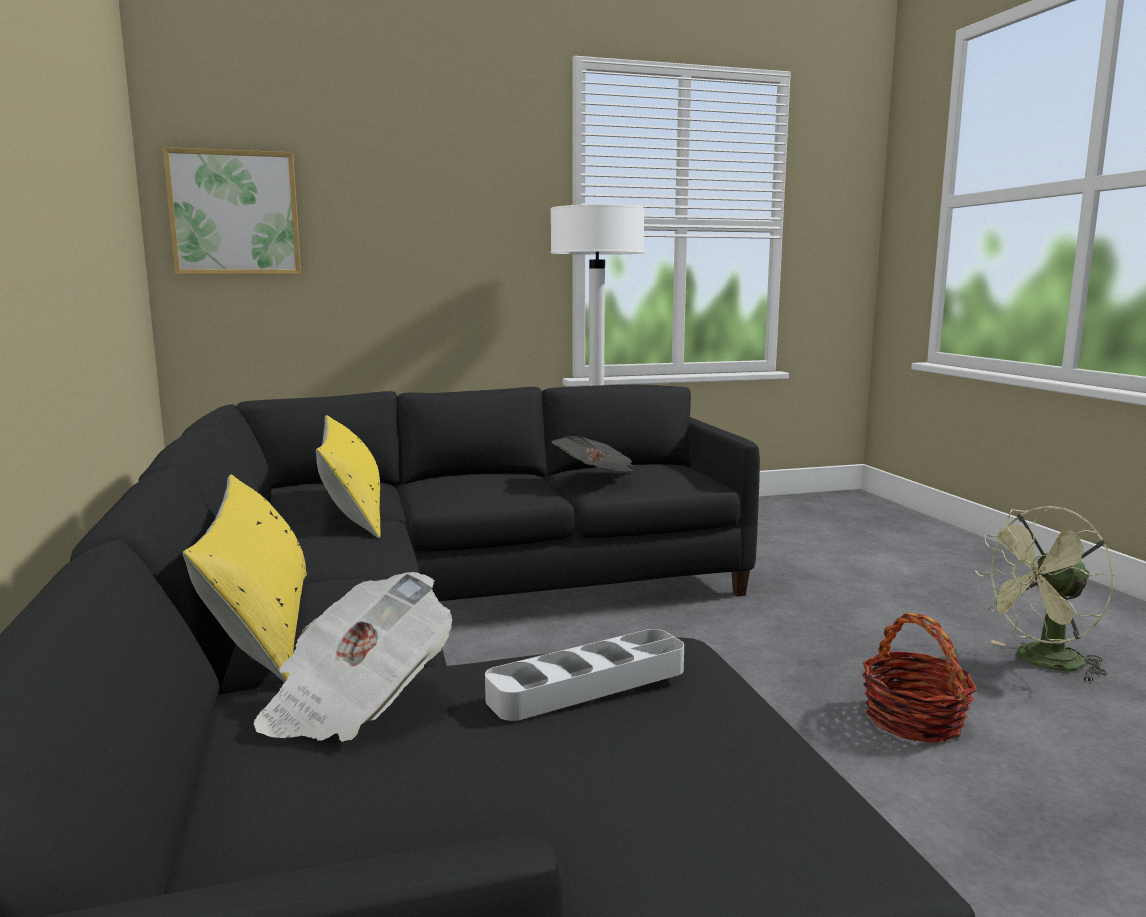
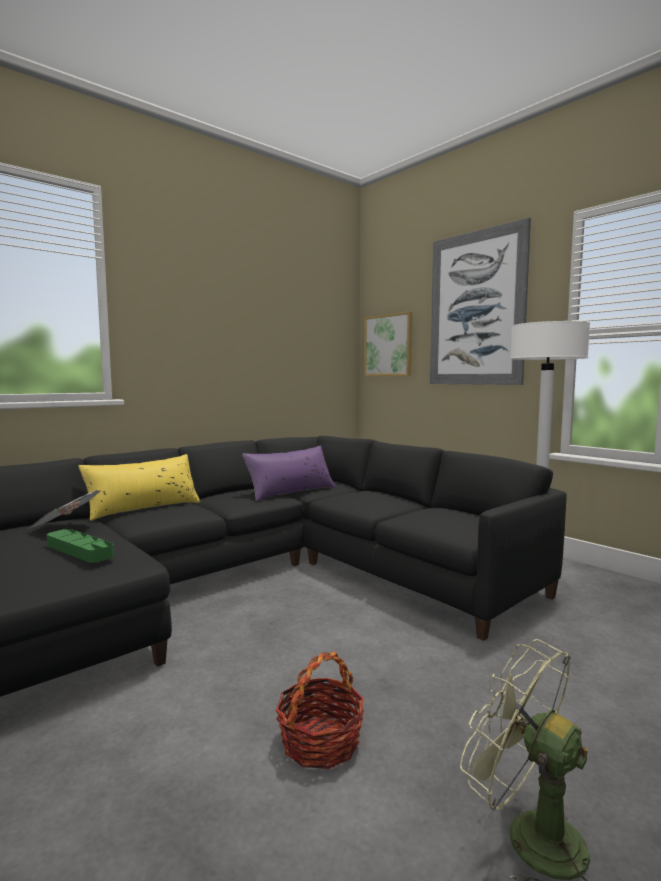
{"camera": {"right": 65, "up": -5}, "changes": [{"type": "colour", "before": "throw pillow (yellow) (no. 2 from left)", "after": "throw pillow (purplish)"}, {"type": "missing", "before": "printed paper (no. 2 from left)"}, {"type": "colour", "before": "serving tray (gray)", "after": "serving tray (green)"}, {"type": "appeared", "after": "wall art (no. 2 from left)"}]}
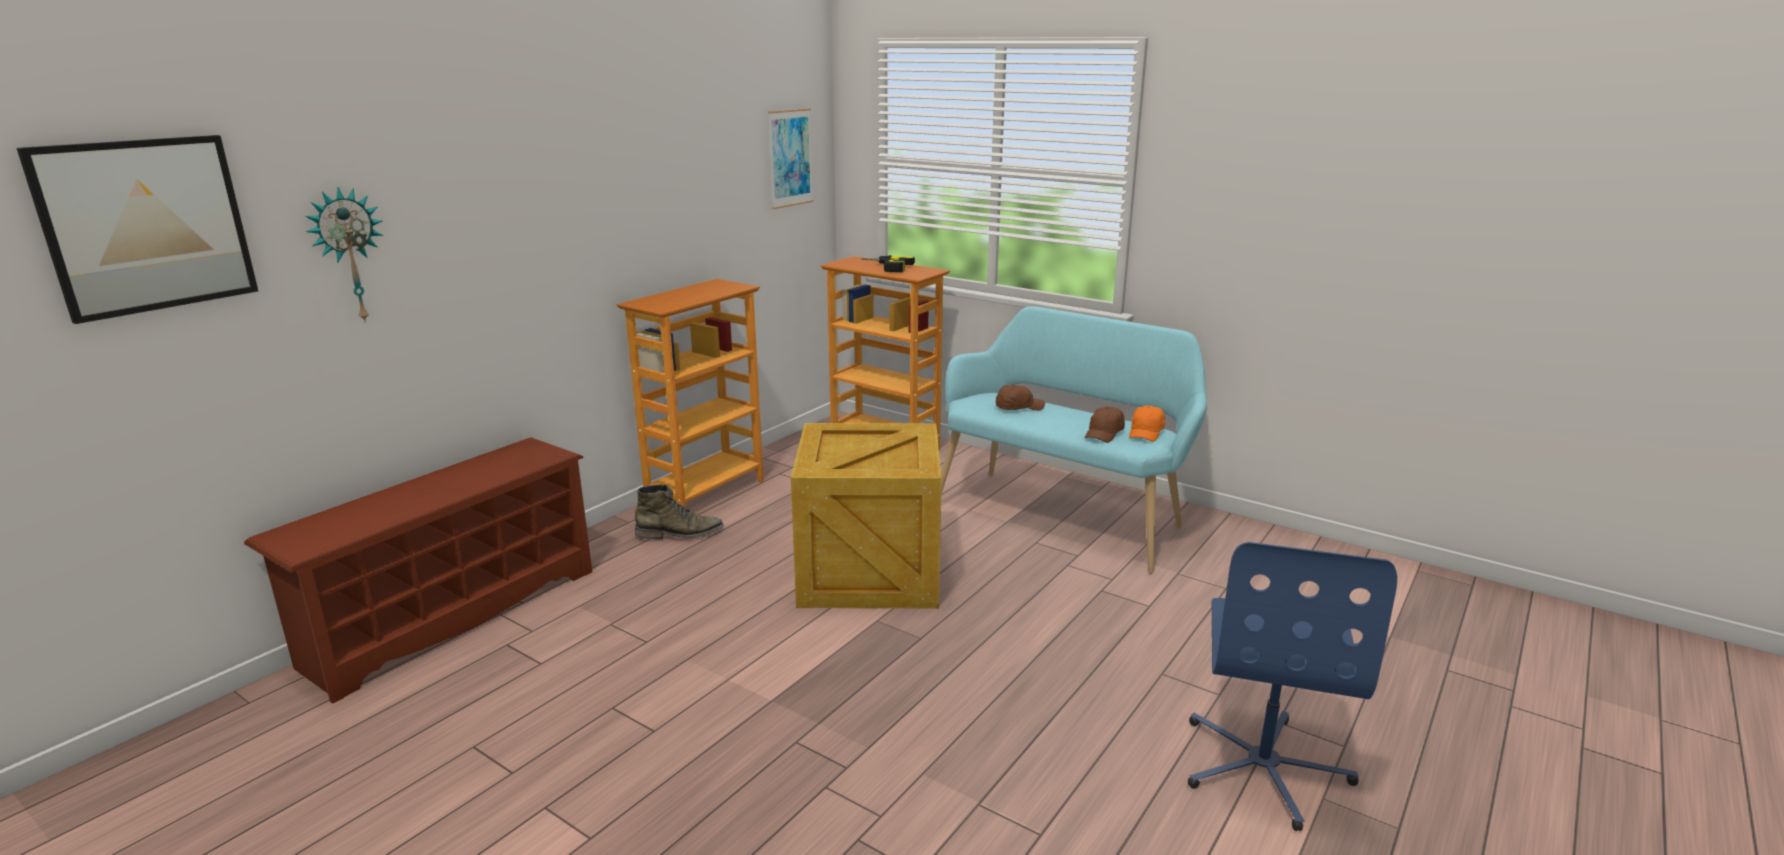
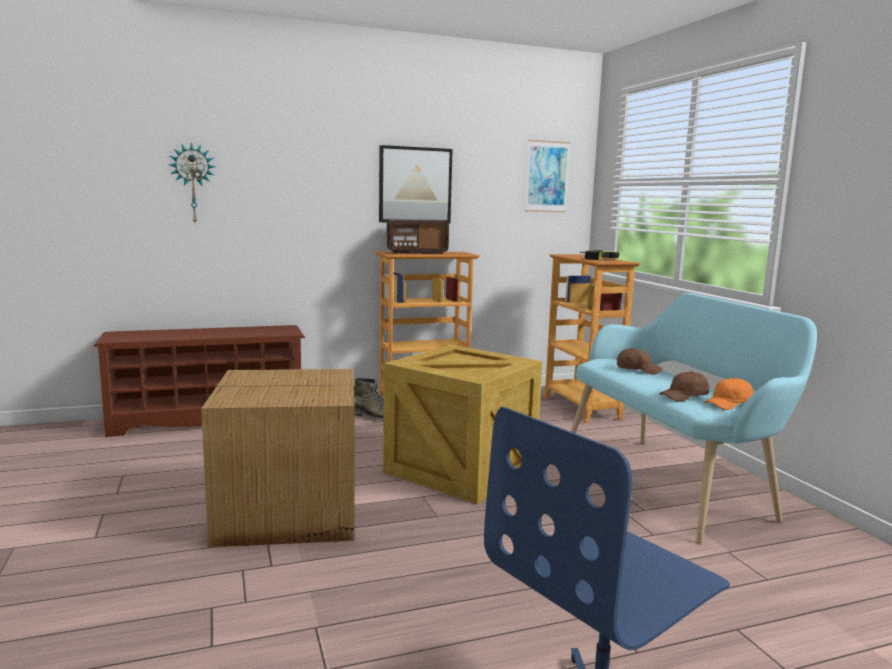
{"camera": {"right": 35, "up": -10}, "changes": [{"type": "relocated", "before": "wall art (no. 1 from left)"}, {"type": "appeared", "after": "radio receiver"}, {"type": "appeared", "after": "cardboard box"}]}
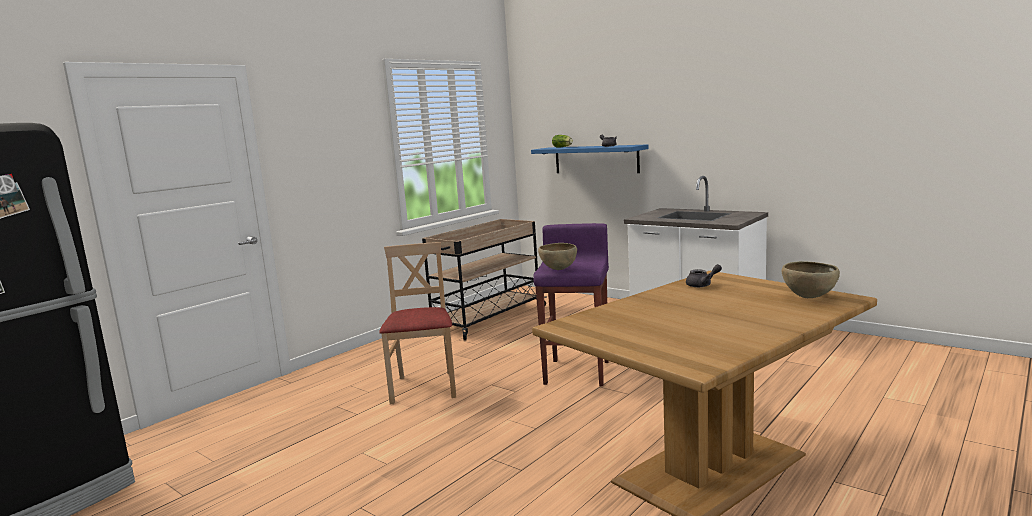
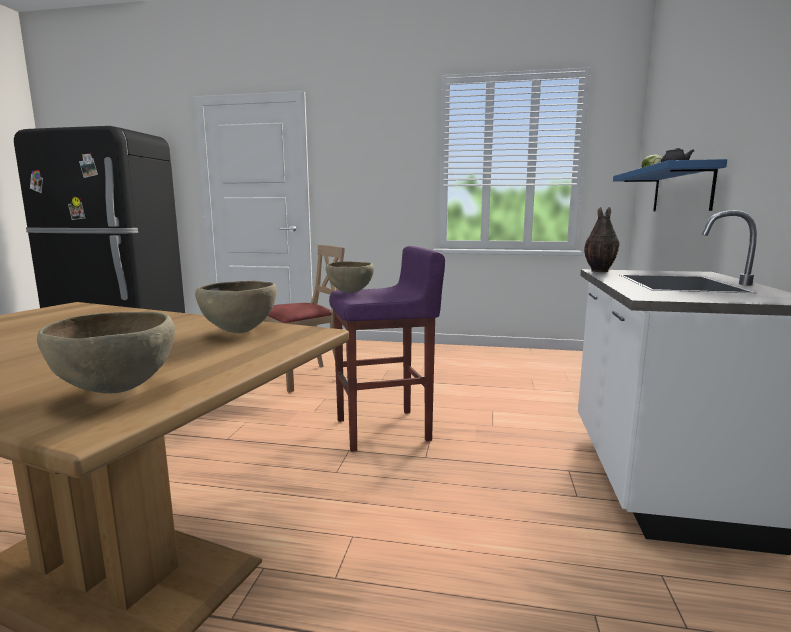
{"camera": {"right": 60, "up": 0}, "changes": [{"type": "missing", "before": "trolley (sand-coloured)"}, {"type": "exchanged", "before": "pot for tea (gray) (no. 2 from left)", "after": "bowl (brown) (no. 2 from left)"}, {"type": "appeared", "after": "decorative vase"}]}
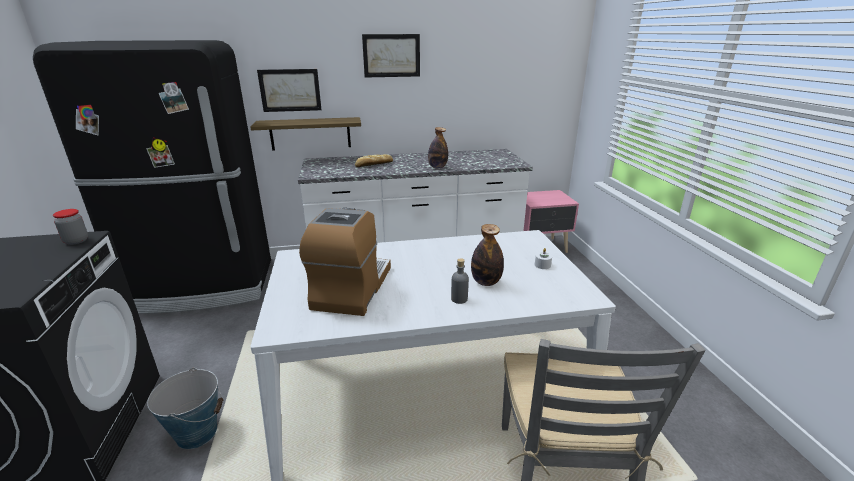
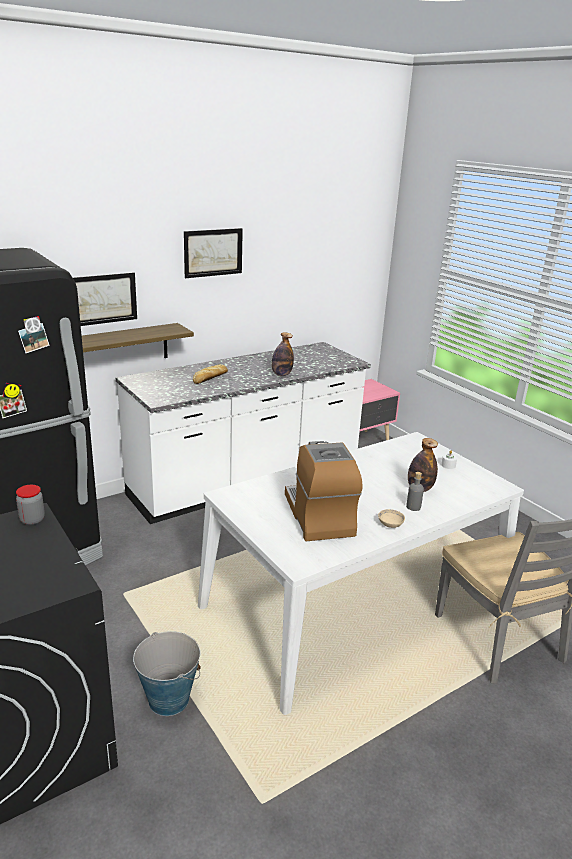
{"camera": {"right": -25, "up": 0}, "changes": [{"type": "appeared", "after": "bowl (sand-coloured)"}]}
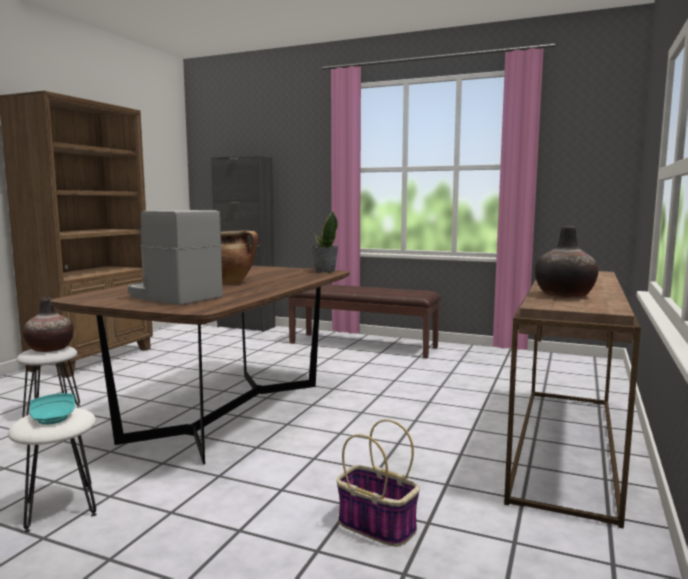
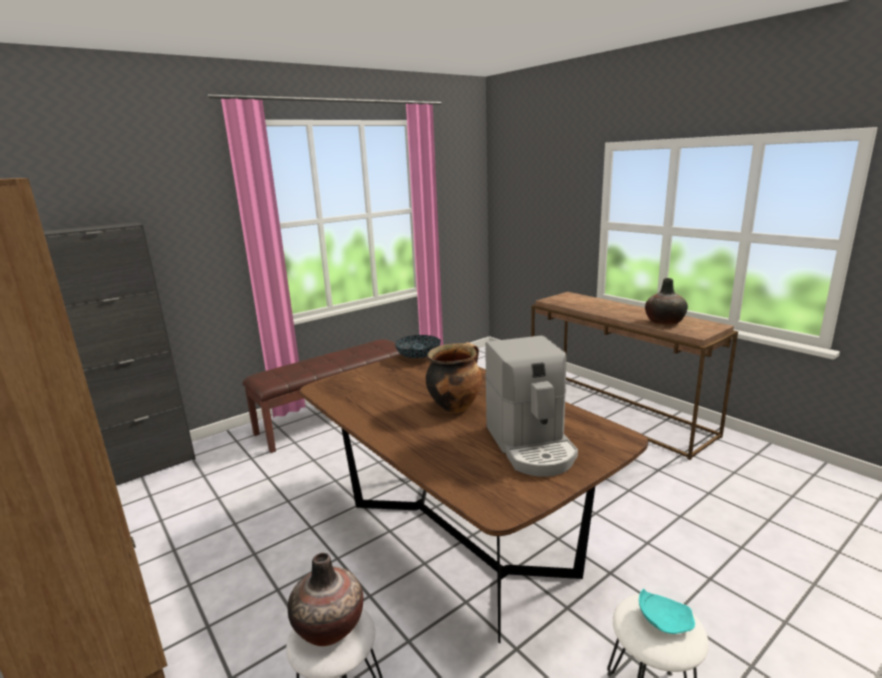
{"camera": {"right": -60, "up": 10}, "changes": [{"type": "spun", "before": "coffee machine", "turn": -75}, {"type": "exchanged", "before": "potted plant", "after": "bowl"}, {"type": "missing", "before": "basket"}]}
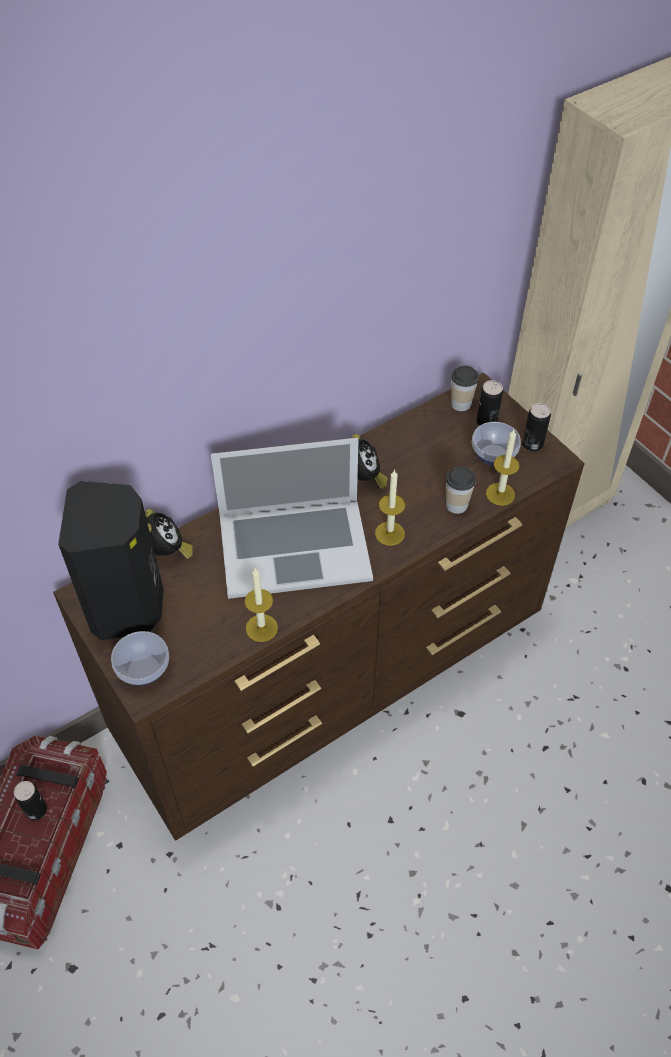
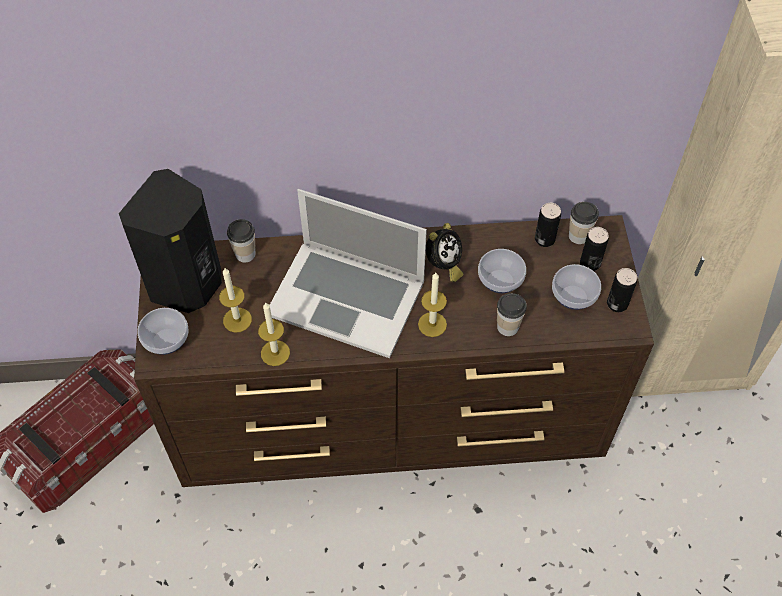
{"camera": {"right": 30, "up": 5}, "changes": [{"type": "relocated", "before": "candle (no. 3 from left in the first image)", "after": "candle (no. 1 from left)"}, {"type": "exchanged", "before": "table clock (no. 1 from left)", "after": "drinking cup (no. 1 from left)"}, {"type": "relocated", "before": "can (no. 1 from left)"}, {"type": "appeared", "after": "bowl (no. 2 from left)"}]}
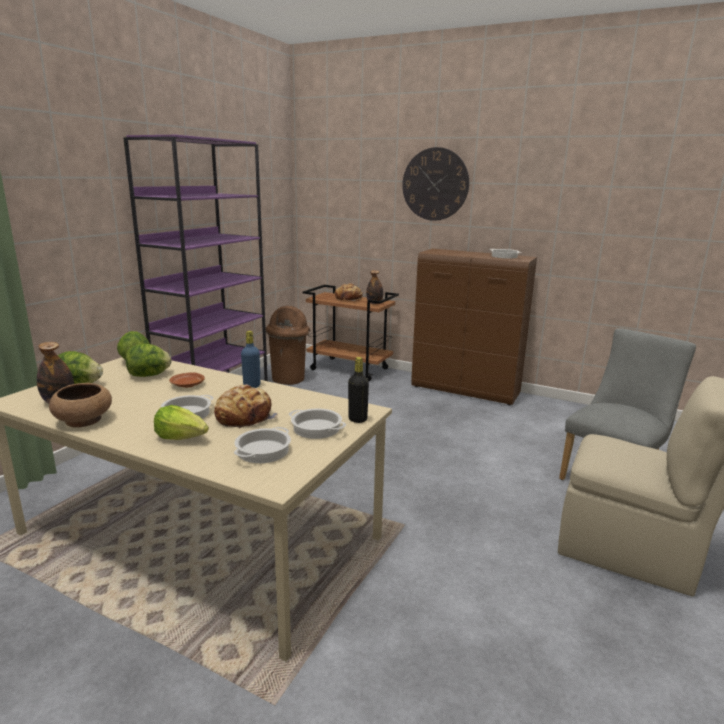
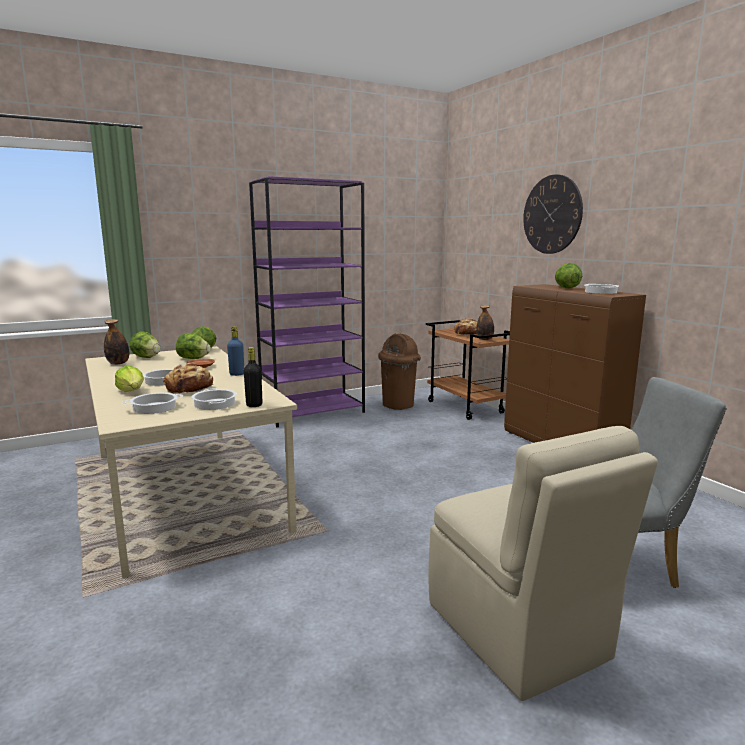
{"camera": {"right": 35, "up": -5}, "changes": [{"type": "missing", "before": "bowl (brown)"}, {"type": "appeared", "after": "lettuce head (no. 5 from left)"}]}
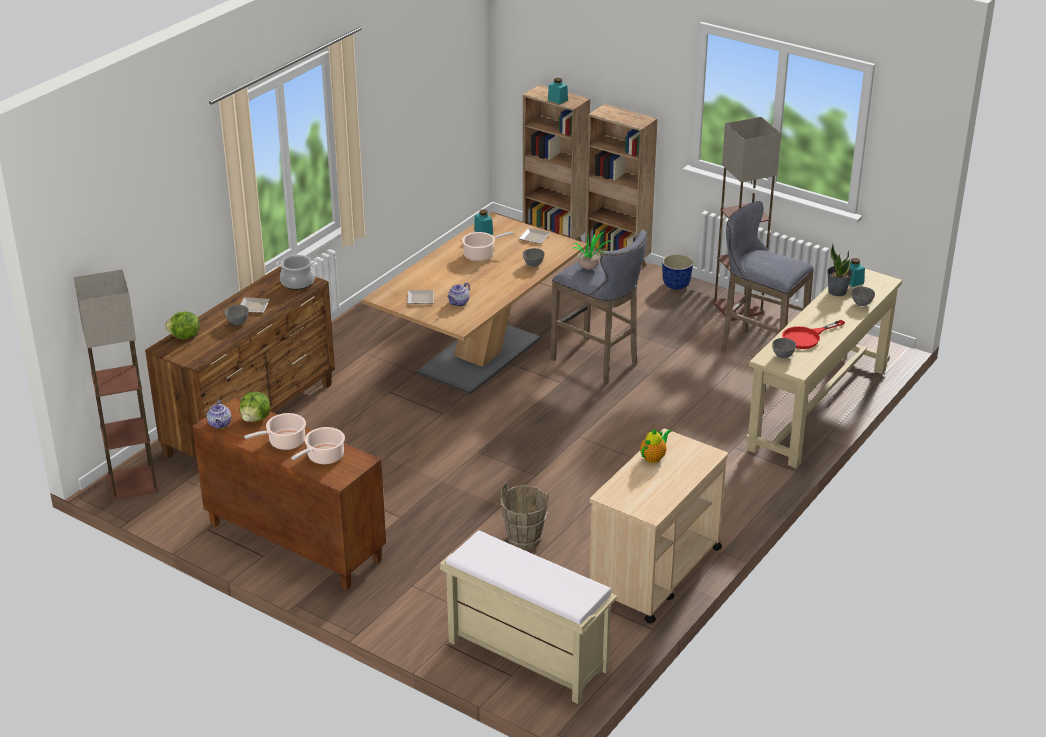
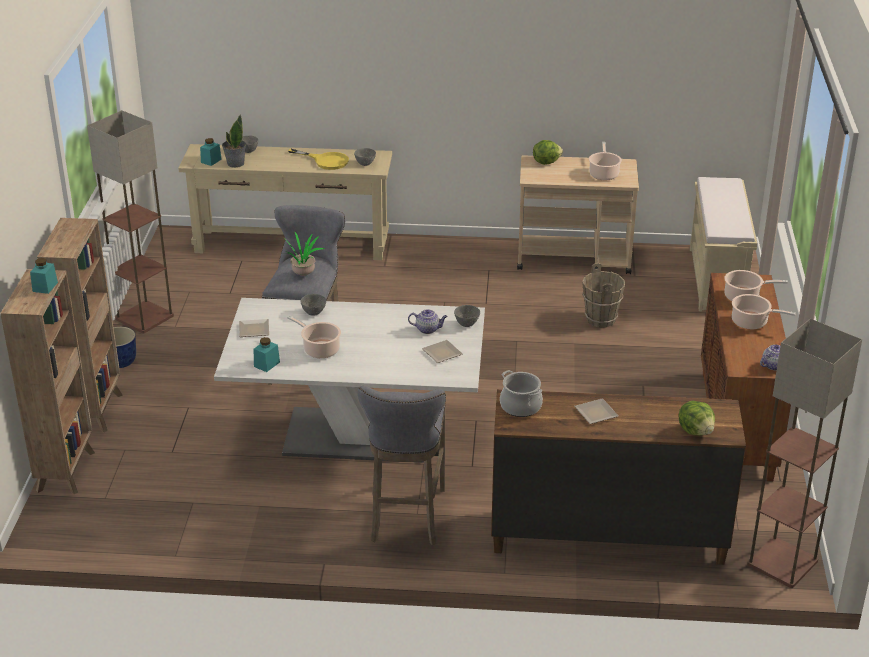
{"camera": {"right": -120, "up": 0}, "changes": [{"type": "relocated", "before": "sitting stool (gray) (no. 2 from left)"}, {"type": "colour", "before": "dining table (brown)", "after": "dining table (white)"}, {"type": "relocated", "before": "bowl (gray) (no. 1 from left in the first image)", "after": "bowl (gray) (no. 4 from left)"}, {"type": "colour", "before": "pan (reddish)", "after": "pan (yellow)"}, {"type": "relocated", "before": "lettuce head (no. 2 from left in the first image)", "after": "lettuce head (no. 1 from left)"}, {"type": "missing", "before": "pot for tea (no. 3 from left)"}, {"type": "appeared", "after": "saucepot (no. 3 from left)"}]}
